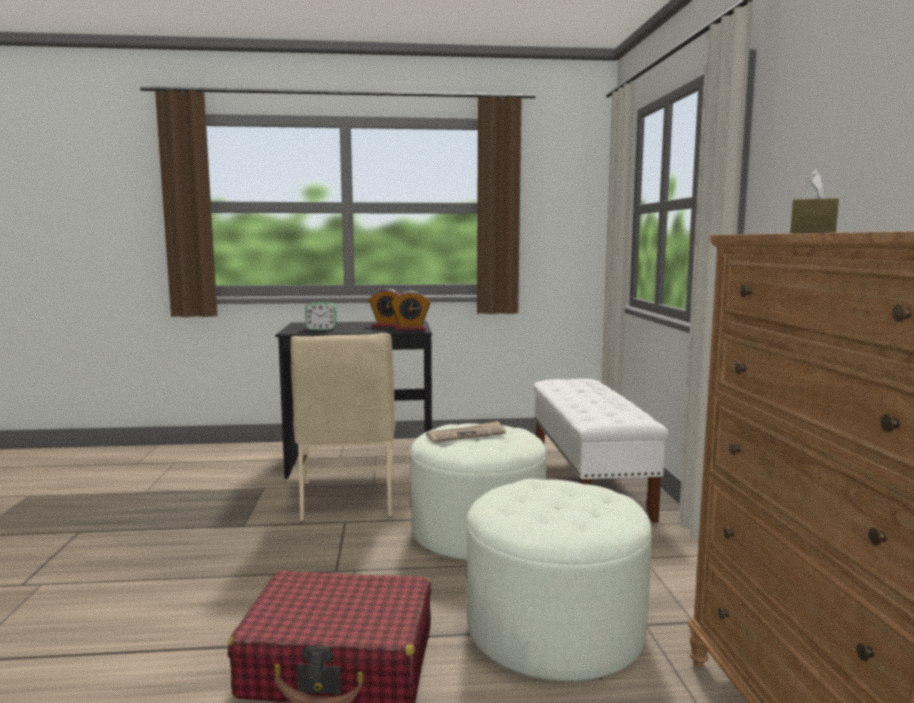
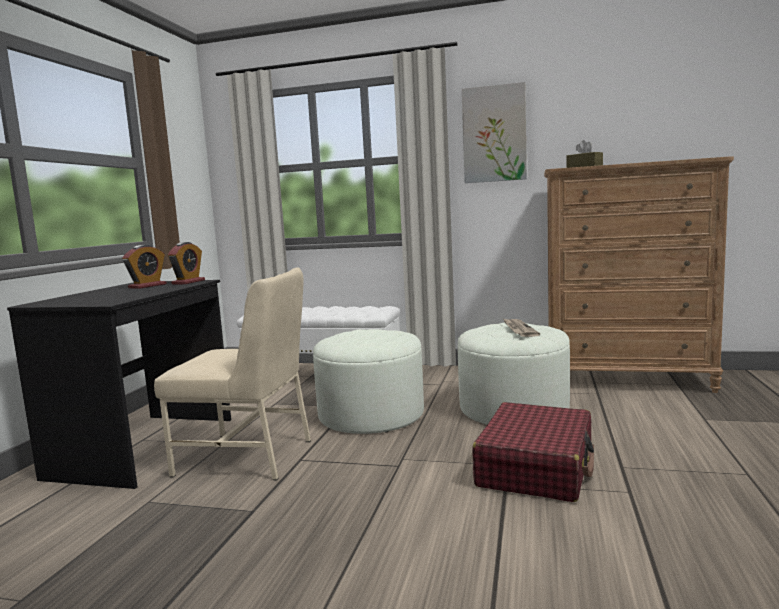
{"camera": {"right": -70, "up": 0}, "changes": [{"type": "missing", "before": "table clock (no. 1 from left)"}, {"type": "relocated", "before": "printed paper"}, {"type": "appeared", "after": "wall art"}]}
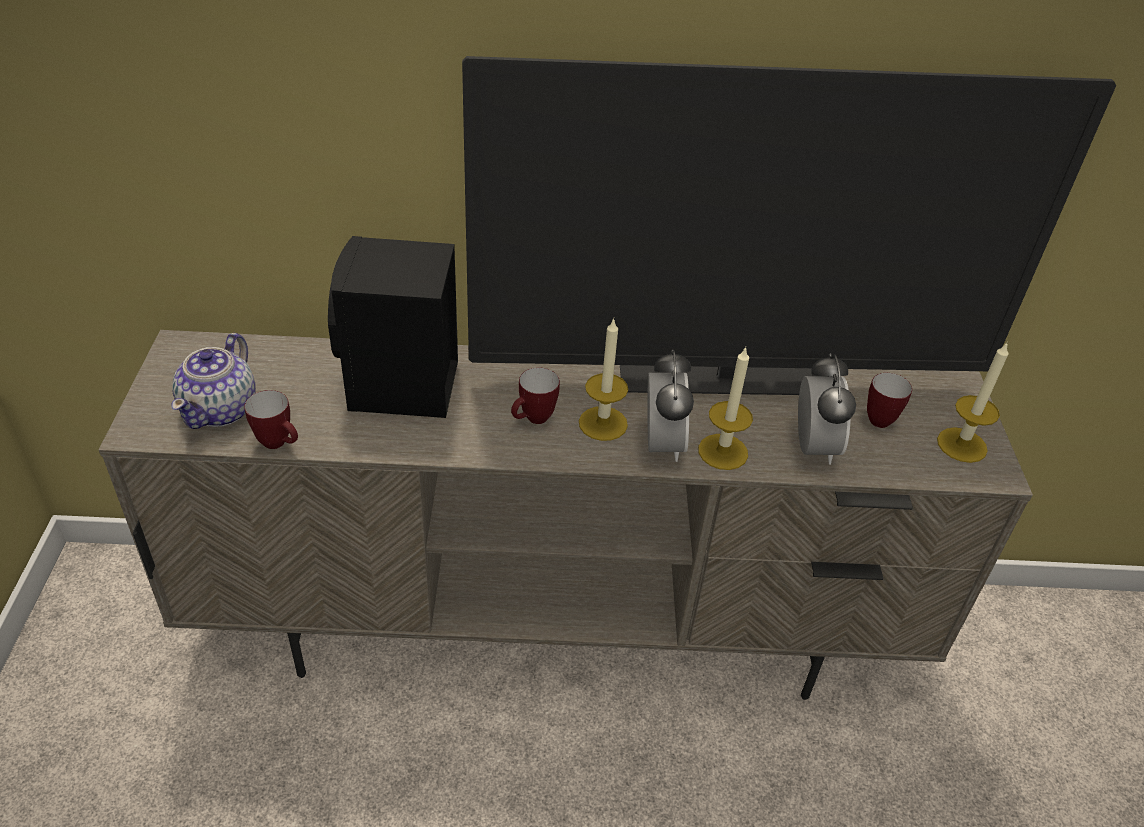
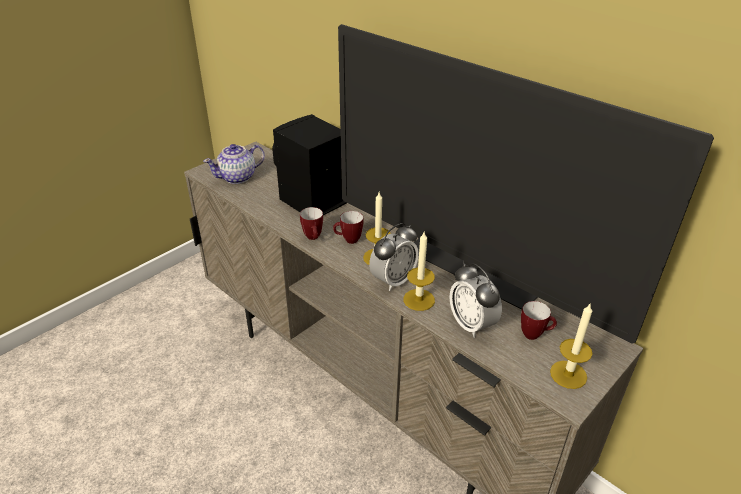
{"camera": {"right": 45, "up": -5}, "changes": [{"type": "spun", "before": "table clock (no. 2 from left)", "turn": 105}, {"type": "relocated", "before": "mug (no. 1 from left)"}]}
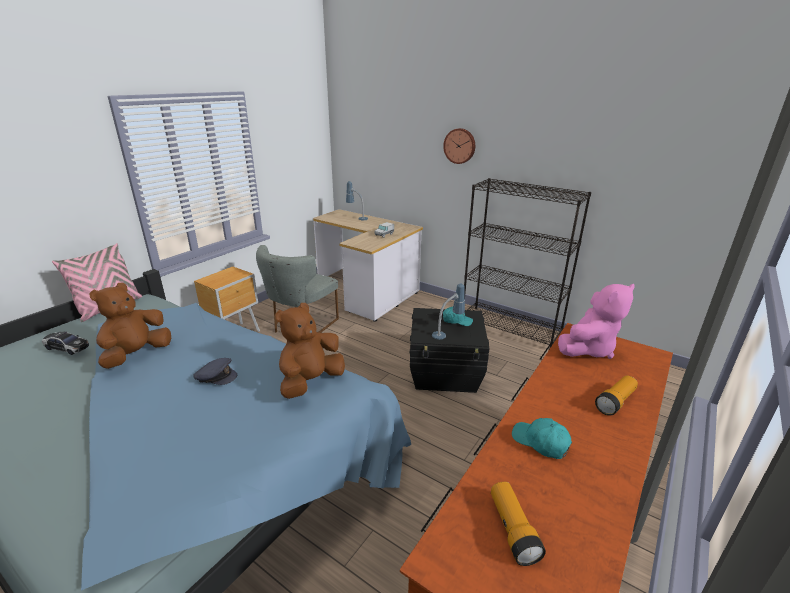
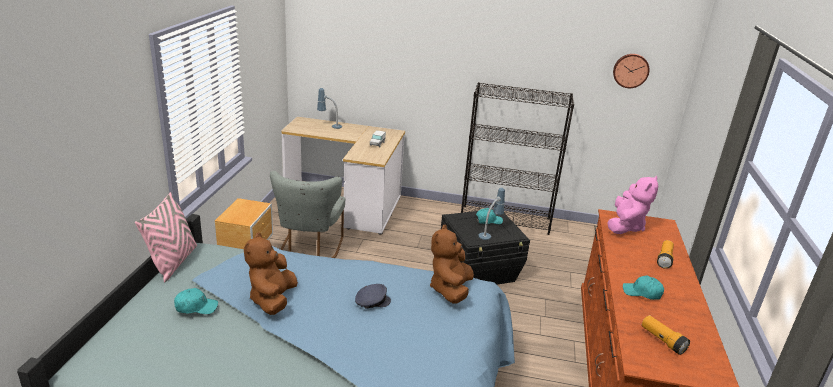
{"camera": {"right": -25, "up": 0}, "changes": [{"type": "relocated", "before": "wall clock"}, {"type": "exchanged", "before": "model car", "after": "baseball cap (turquoise) (no. 1 from left)"}]}
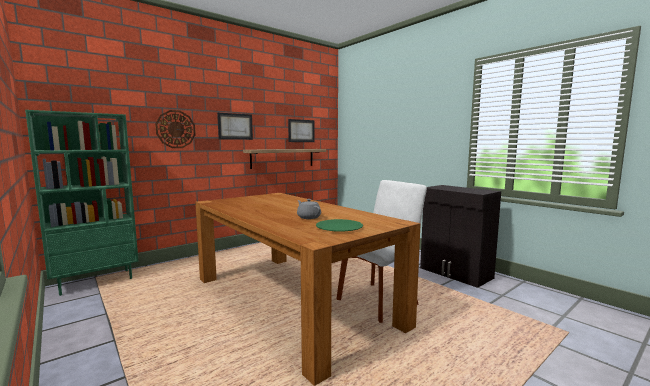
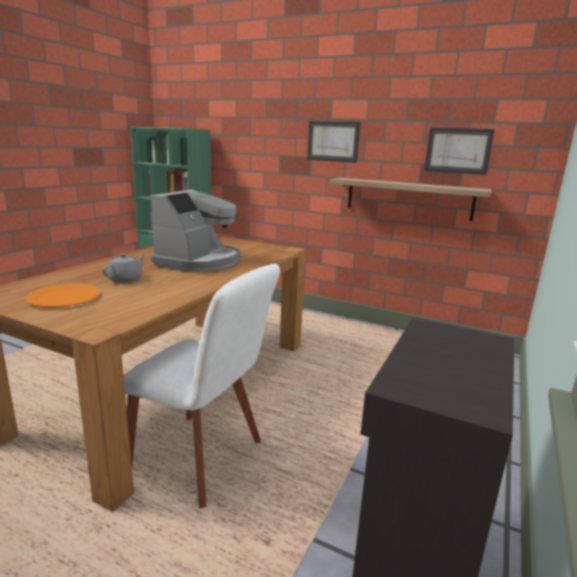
{"camera": {"right": 65, "up": 10}, "changes": [{"type": "missing", "before": "wall clock"}, {"type": "colour", "before": "dinner plate (green)", "after": "dinner plate (orange)"}, {"type": "appeared", "after": "coffee machine"}]}
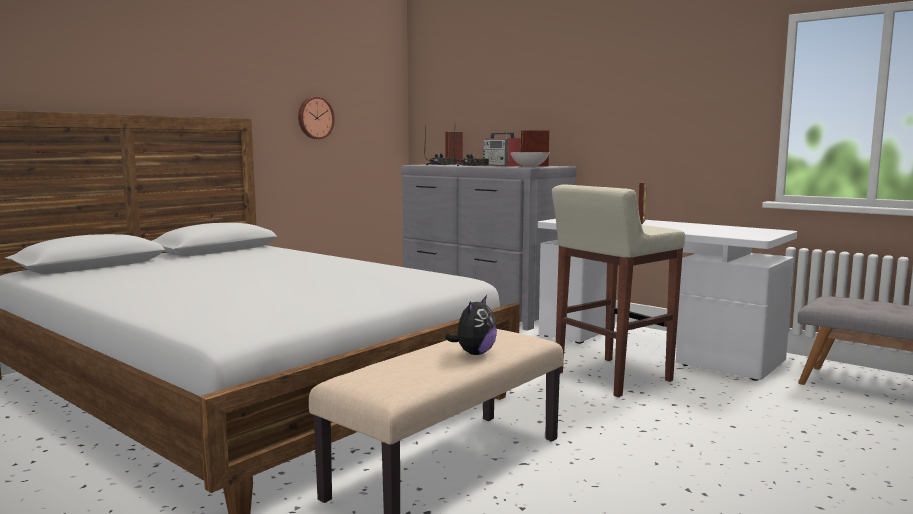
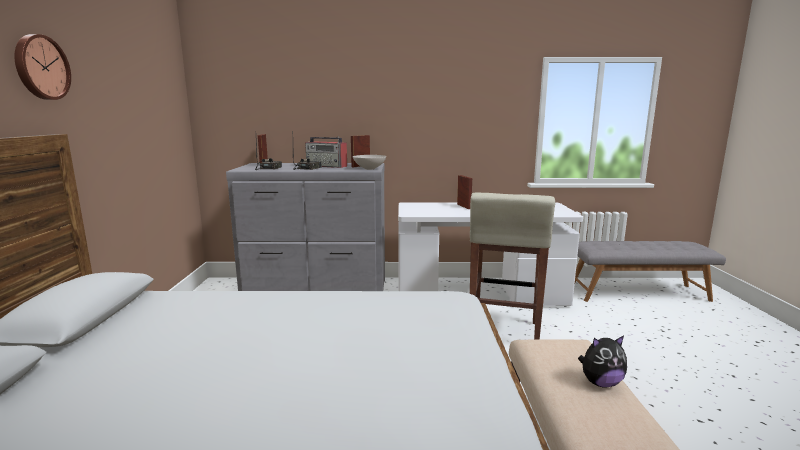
{"camera": {"right": -40, "up": 5}, "changes": [{"type": "relocated", "before": "wall clock"}, {"type": "spun", "before": "soft toy", "turn": 90}]}
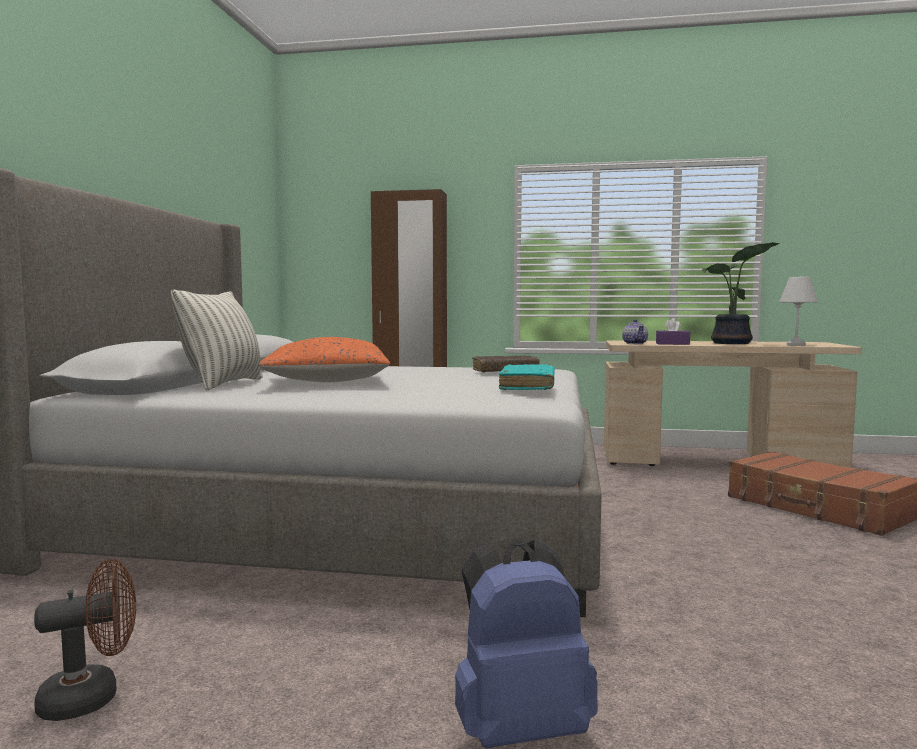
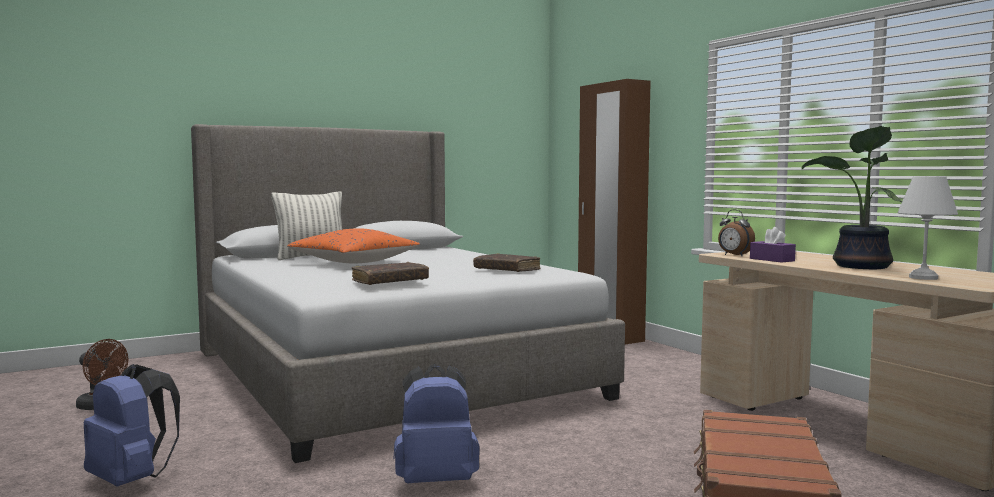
{"camera": {"right": 50, "up": 0}, "changes": [{"type": "exchanged", "before": "pot for tea", "after": "table clock"}, {"type": "colour", "before": "volume (turquoise)", "after": "volume (brown) (no. 1 from left)"}, {"type": "appeared", "after": "rucksack (bluish) (no. 2 from left)"}]}
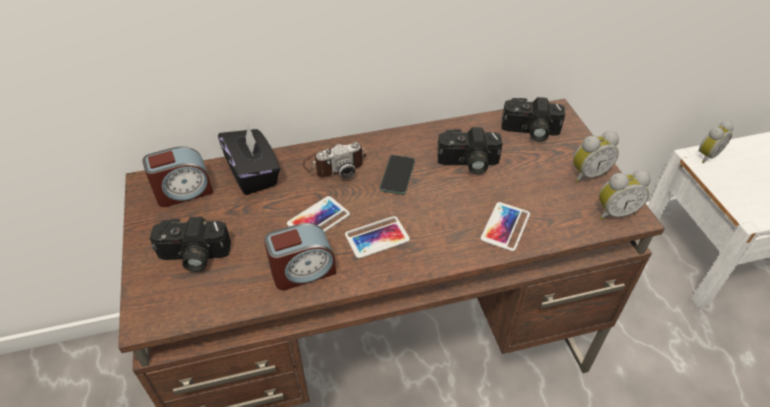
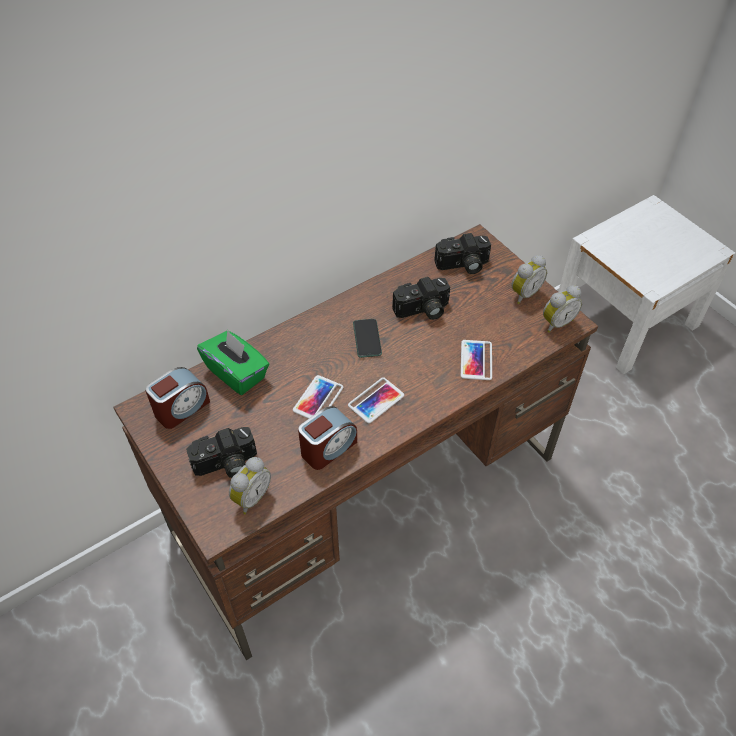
{"camera": {"right": -20, "up": 5}, "changes": [{"type": "relocated", "before": "table clock (no. 5 from left in the first image)", "after": "table clock (no. 2 from left)"}, {"type": "colour", "before": "tissue holder (blackish)", "after": "tissue holder (green)"}, {"type": "missing", "before": "photo camera (no. 2 from left)"}]}
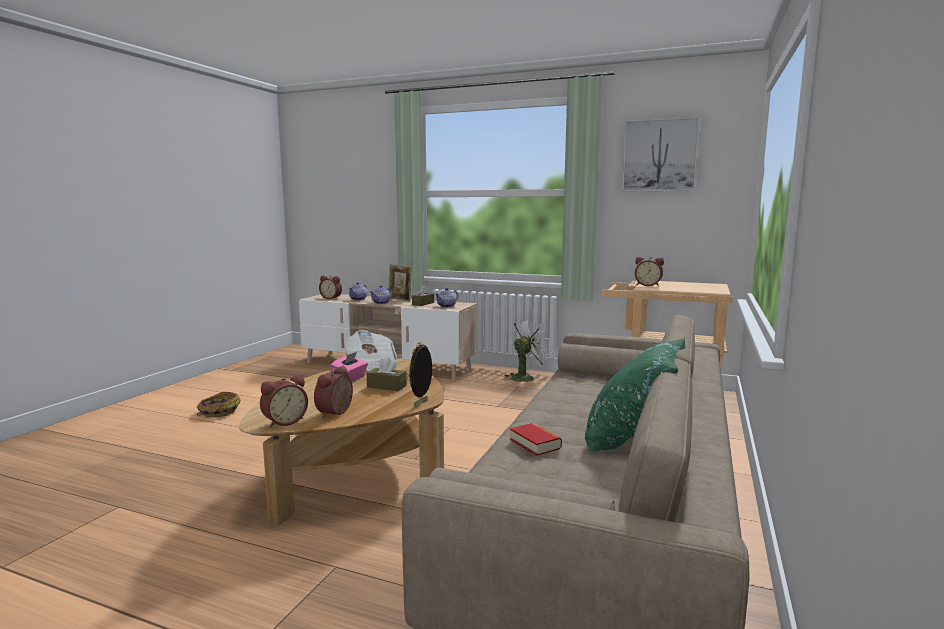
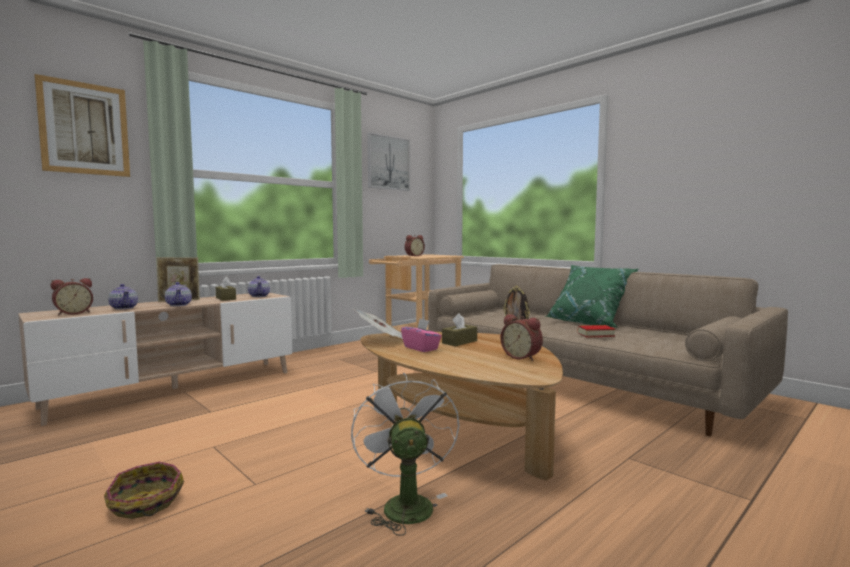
{"camera": {"right": -65, "up": -5}, "changes": [{"type": "relocated", "before": "fan (white)"}, {"type": "missing", "before": "table clock (no. 1 from left)"}, {"type": "appeared", "after": "wall art (no. 1 from left)"}]}
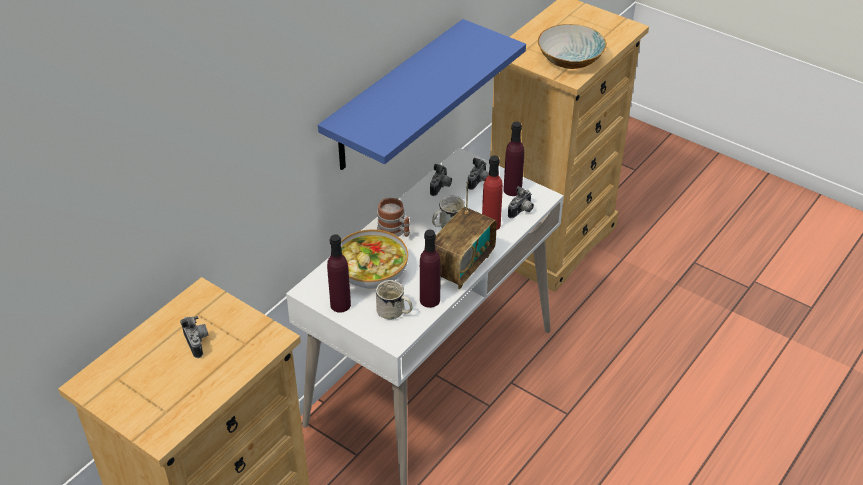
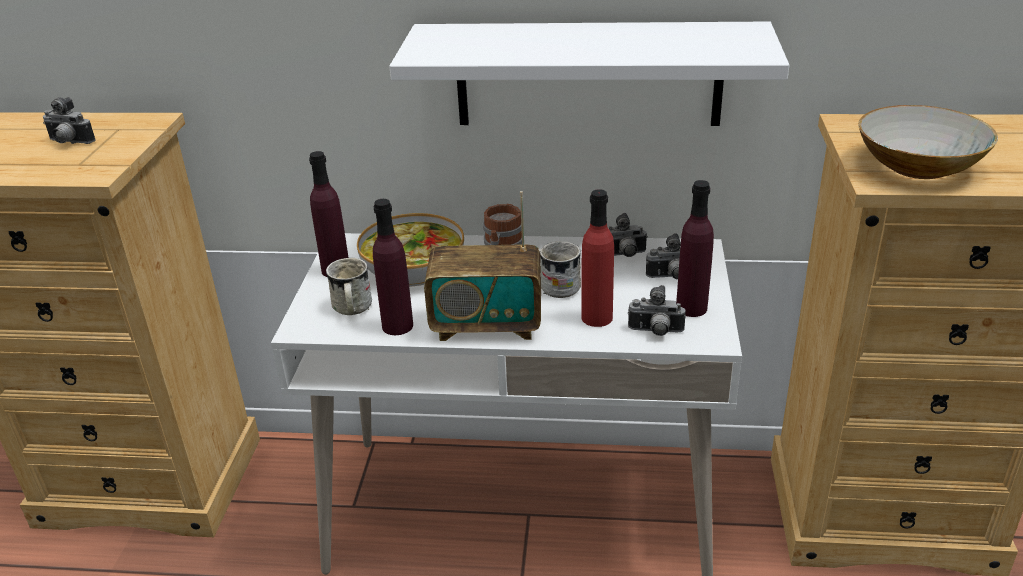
{"camera": {"right": 60, "up": -10}, "changes": [{"type": "colour", "before": "wall shelf (bluish)", "after": "wall shelf (white)"}, {"type": "spun", "before": "photo camera (no. 1 from left)", "turn": 75}]}
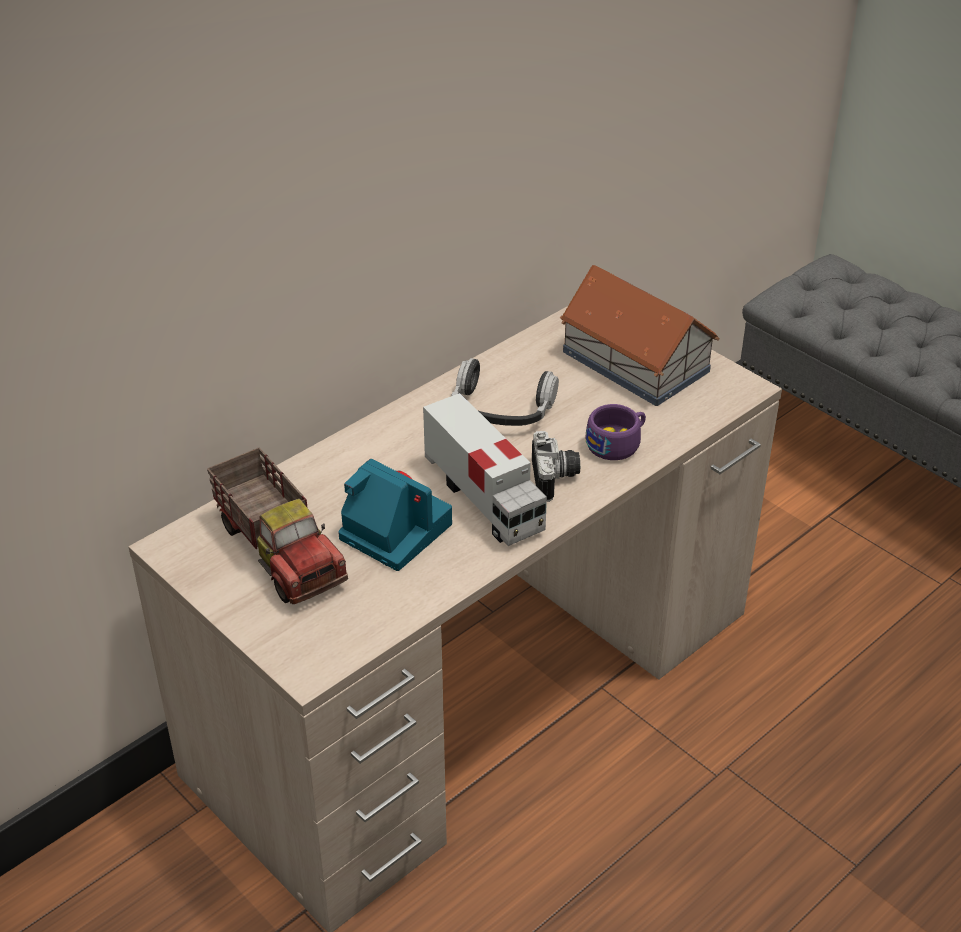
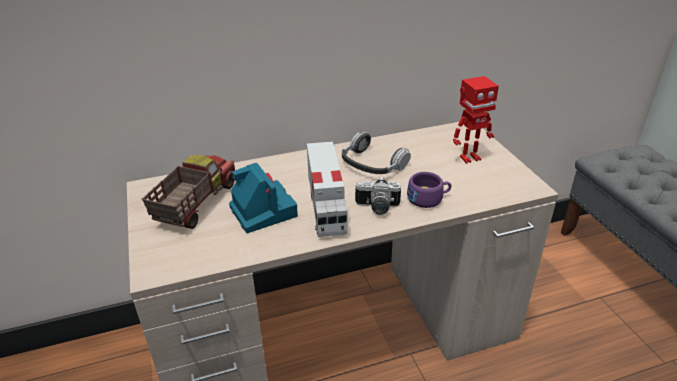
{"camera": {"right": 25, "up": -5}, "changes": [{"type": "exchanged", "before": "model house", "after": "model robot"}, {"type": "spun", "before": "photo camera (no. 2 from left)", "turn": 75}, {"type": "spun", "before": "toy lorry (no. 1 from left)", "turn": -150}]}
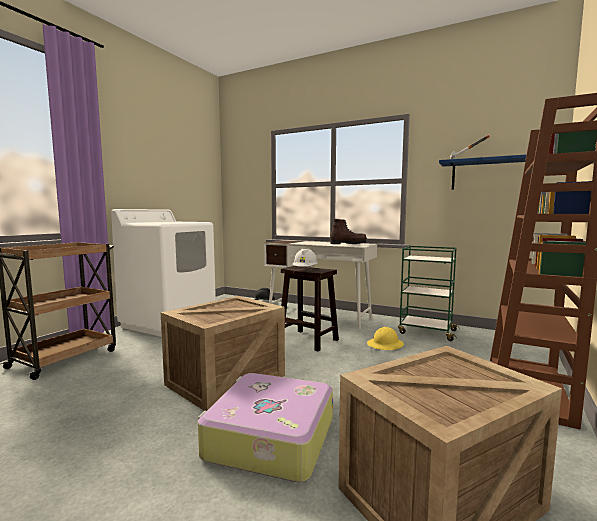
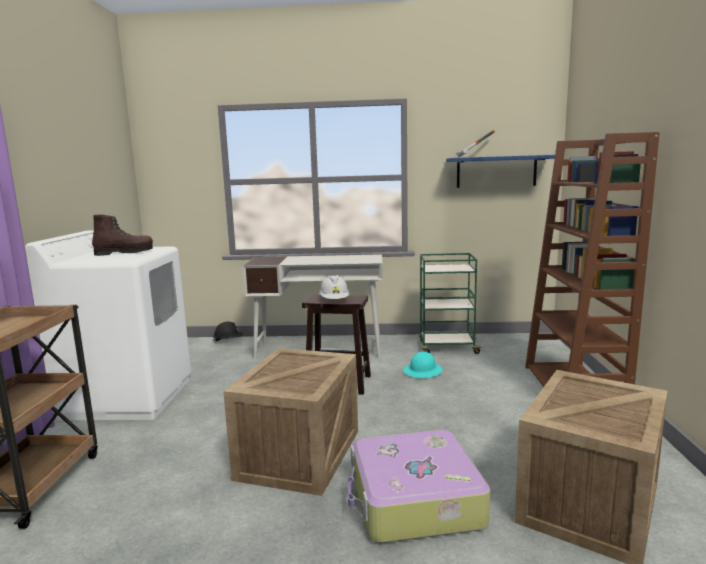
{"camera": {"right": -25, "up": 5}, "changes": [{"type": "relocated", "before": "boot (brown)"}, {"type": "colour", "before": "work helmet (yellow)", "after": "work helmet (turquoise)"}]}
